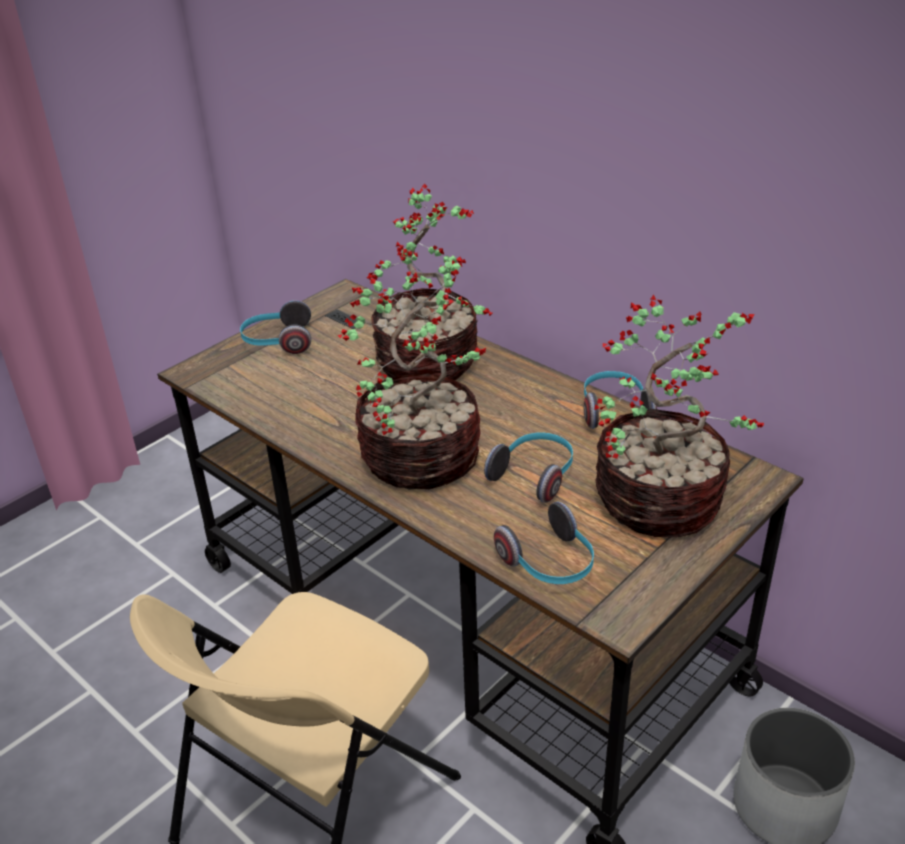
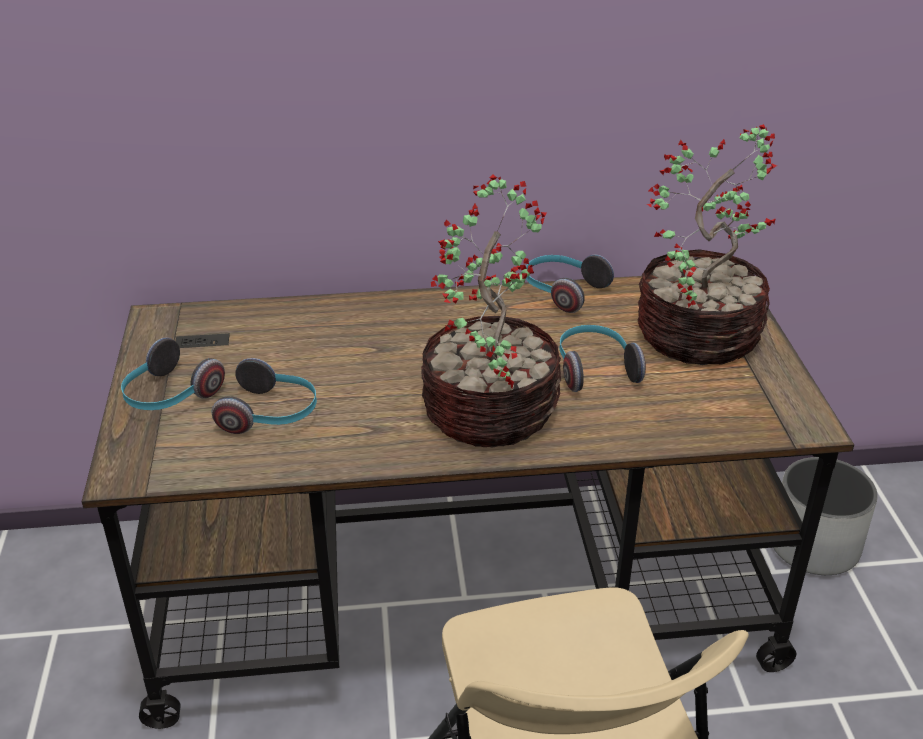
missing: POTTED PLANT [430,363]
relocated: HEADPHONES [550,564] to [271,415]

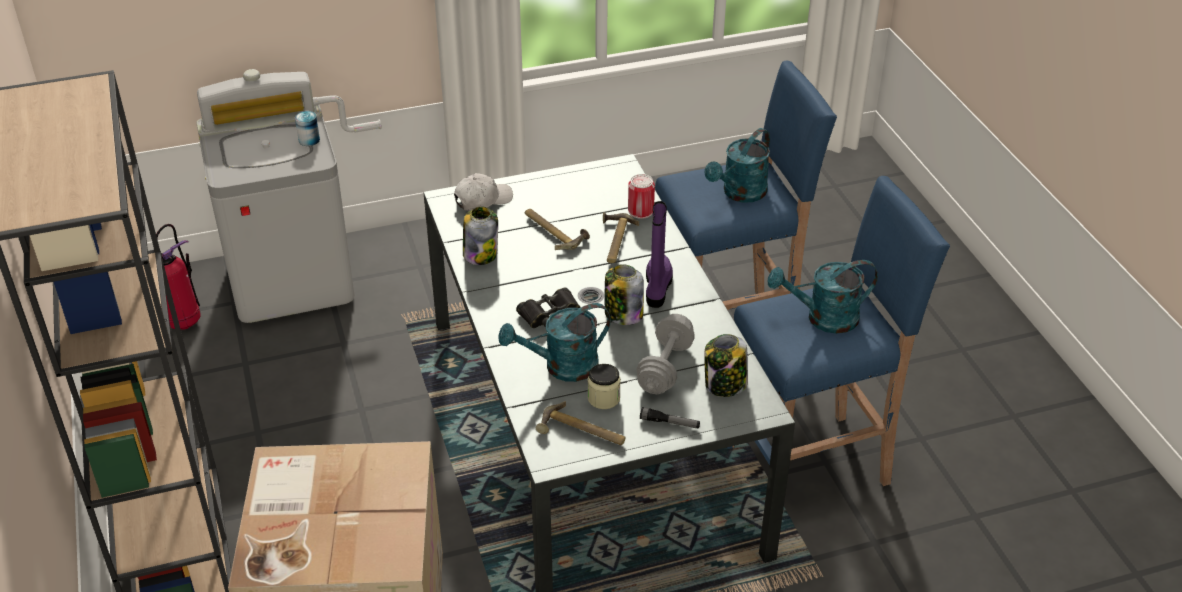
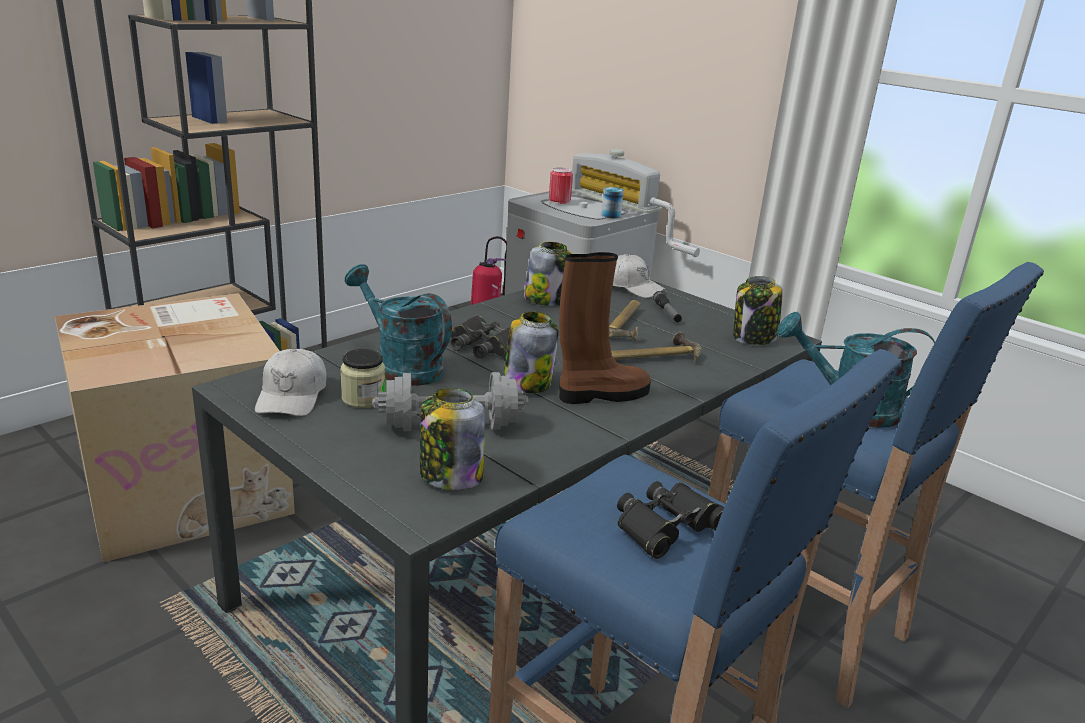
appeared: JAR [753,338]
relocated: CAN [640,211] to [559,201]; FLASHLIGHT [669,423] to [667,312]
exchanged: HAMMER [581,433] to WHITE CAP [292,396]; TURQUOISE WATERING CAN [823,318] to BLACK BINOCULARS [666,526]
colour: PURPLE BOOT [657,287] to BROWN BOOT [601,394]

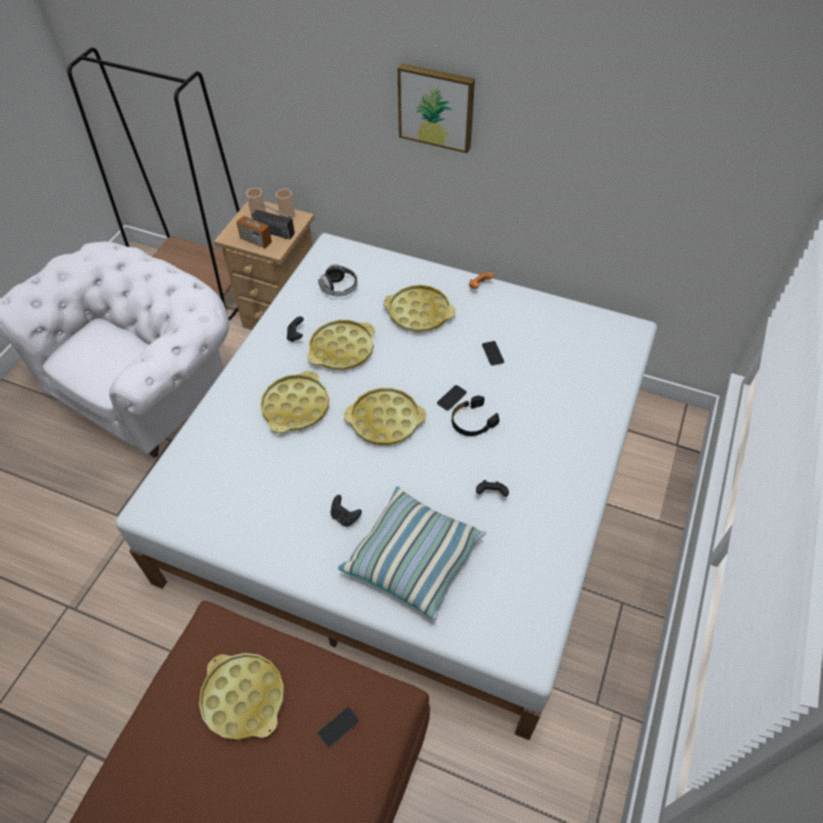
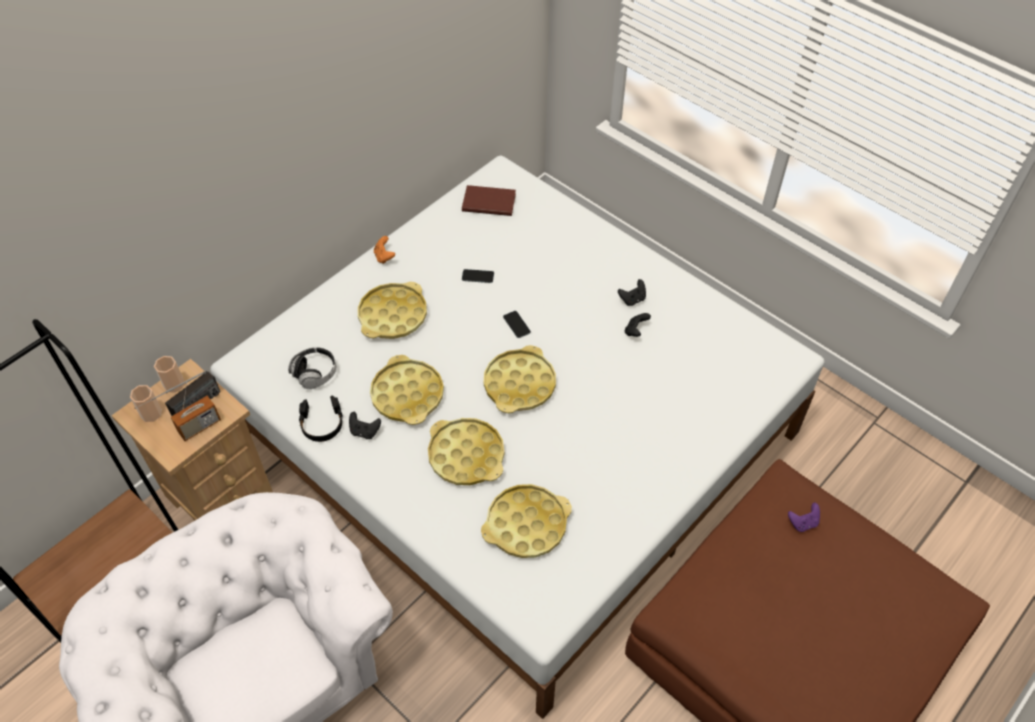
missing: PILLOW [413,559]; PICTURE [436,106]
appeared: BROWN BOOK [488,201]
relocated: BLACK HEADPHONES [472,421] to [322,423]; YELLOW TRAY [243,698] to [526,524]; BLACK GAME CONTROLLER [345,517] to [632,299]
exchanged: PHONE [338,727] to PURPLE GAME CONTROLLER [803,523]

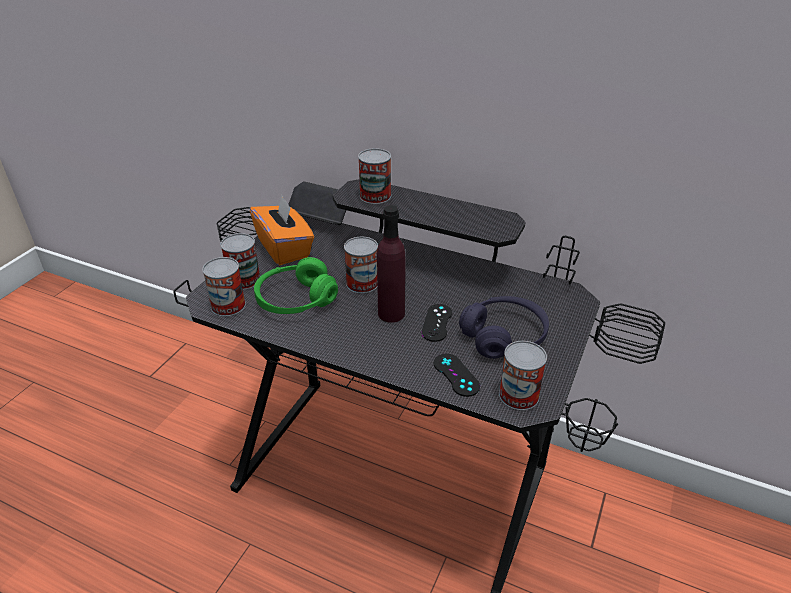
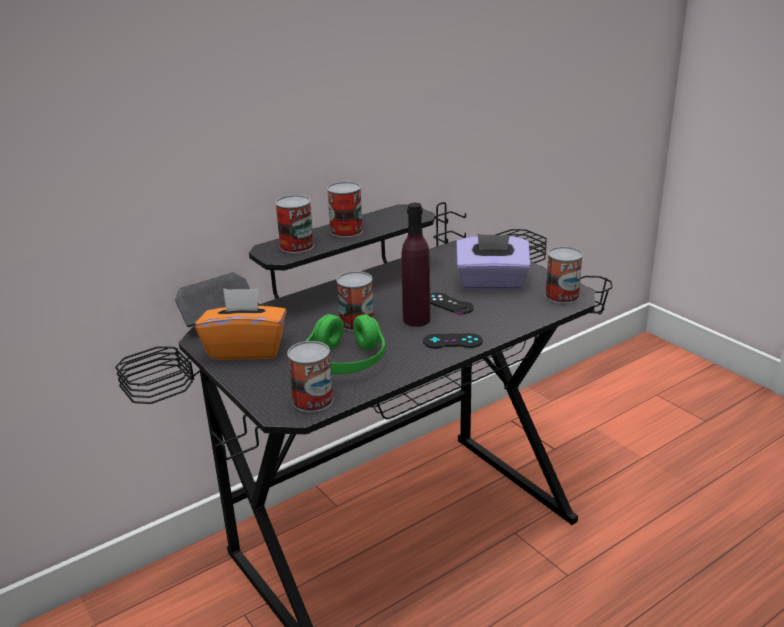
relocated: CAN [244,280] to [346,231]; BLACK GAME CONTROLLER [456,375] to [452,341]
exchanged: PURPLE HEADPHONES [504,336] to PURPLE TISSUE BOX [492,283]

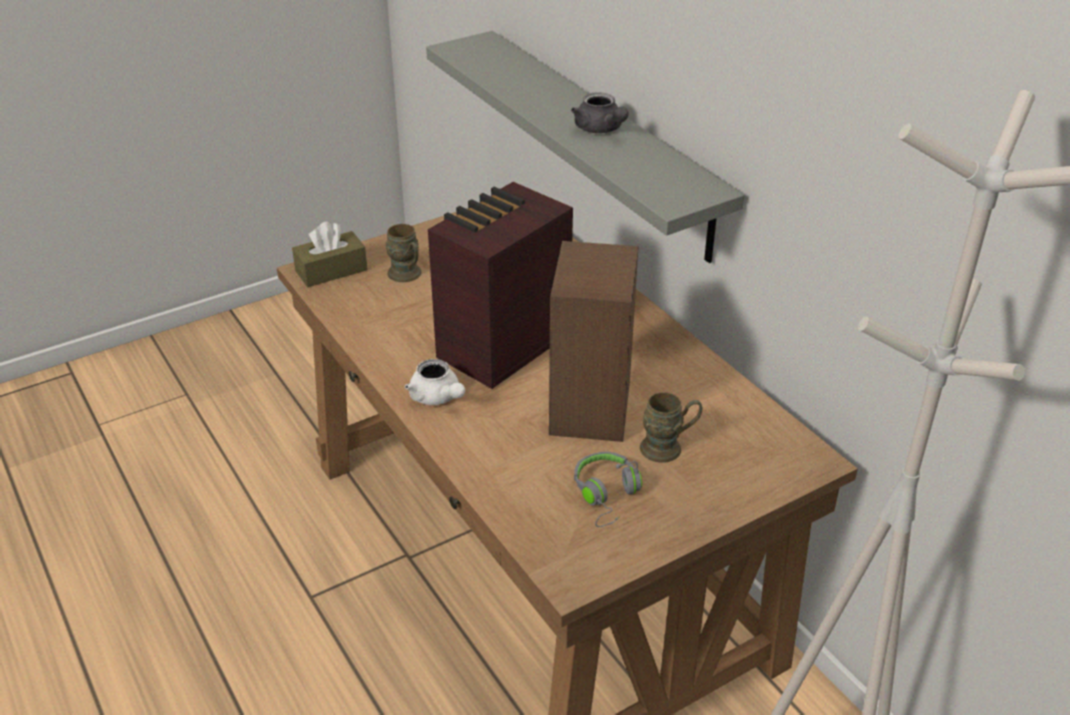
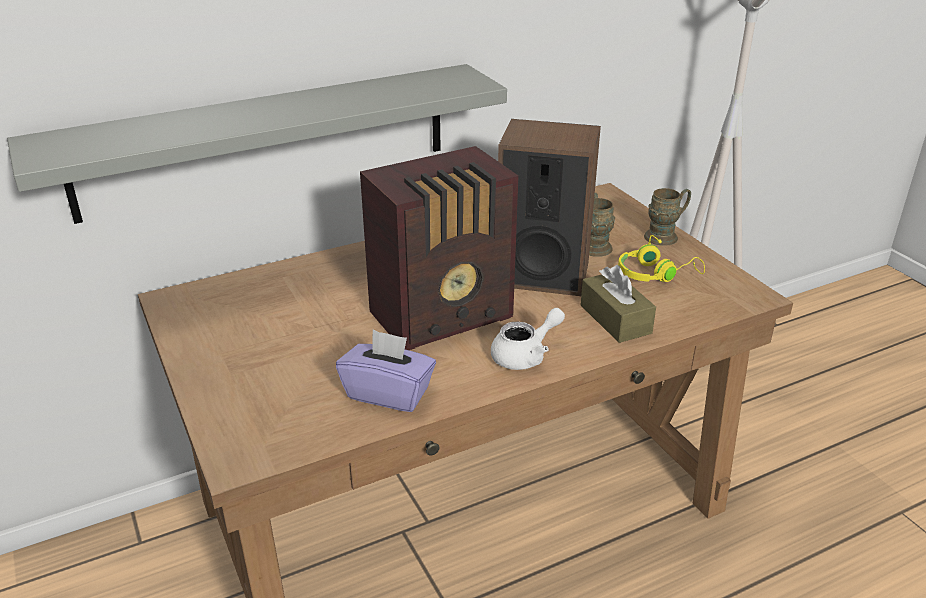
missing: GREY TEAPOT [600,129]
appeared: PURPLE TISSUE BOX [388,393]
relocated: BROWN TISSUE BOX [331,270] to [615,319]; BROWN MUG [407,276] to [666,235]
colour: GREY HEADPHONES [607,495] to YELLOW HEADPHONES [655,274]
spun: RADIO [500,347] = [445,316] 75 degrees counterclockwise

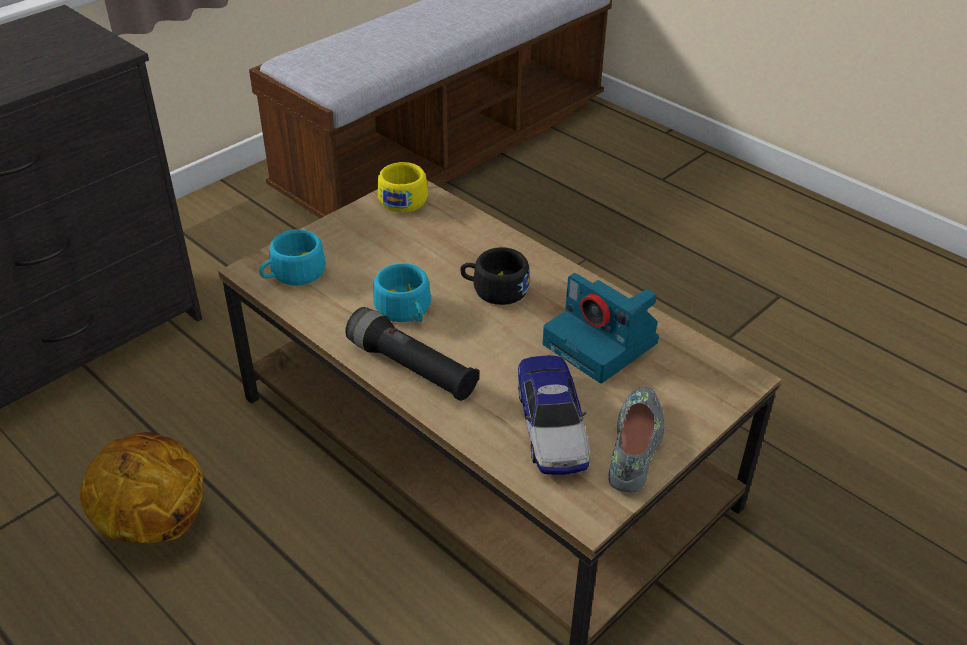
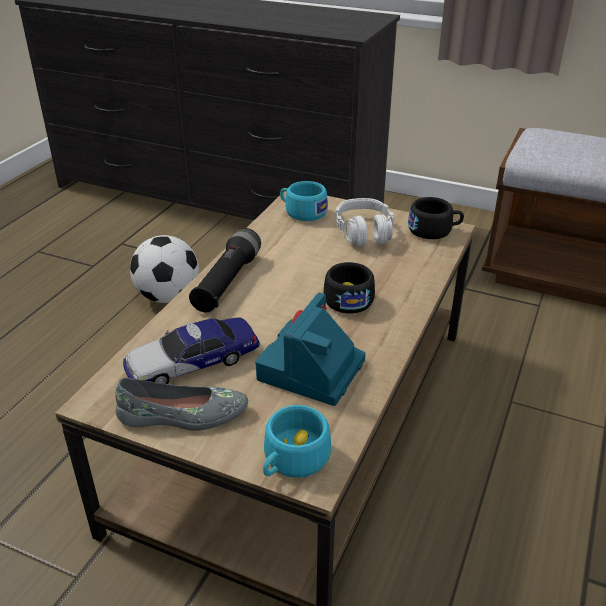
appeared: GREY HEADPHONES [364,232]
relocated: TURQUOISE CUP [406,311] to [292,461]
exchanged: BASKETBALL [153,524] to FOOTBALL [168,296]
colour: YELLOW CUP [405,198] to BLACK CUP [434,230]

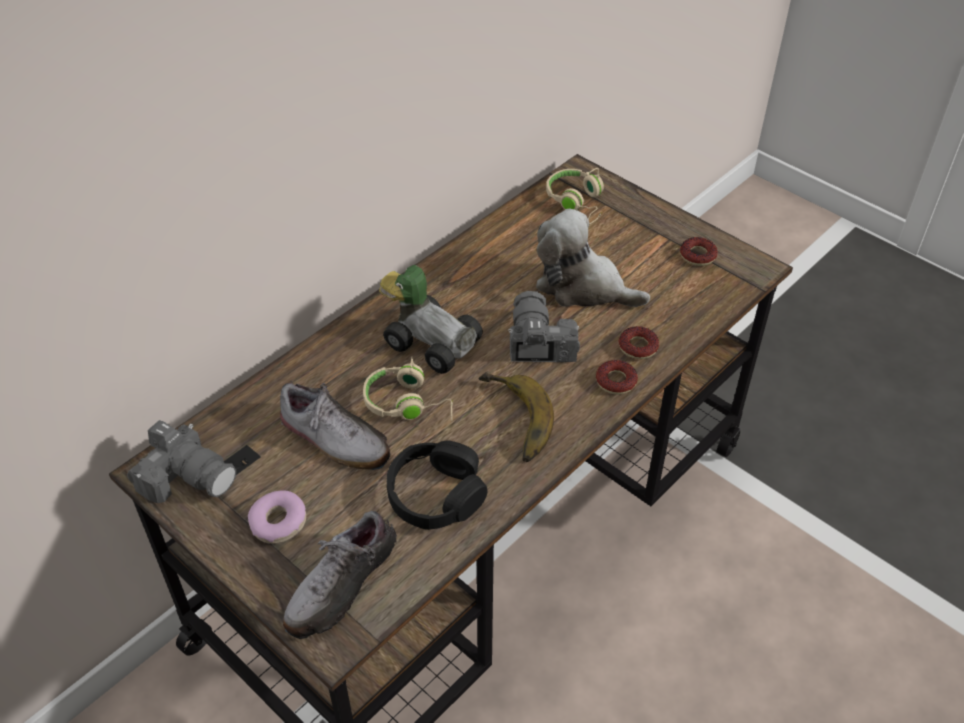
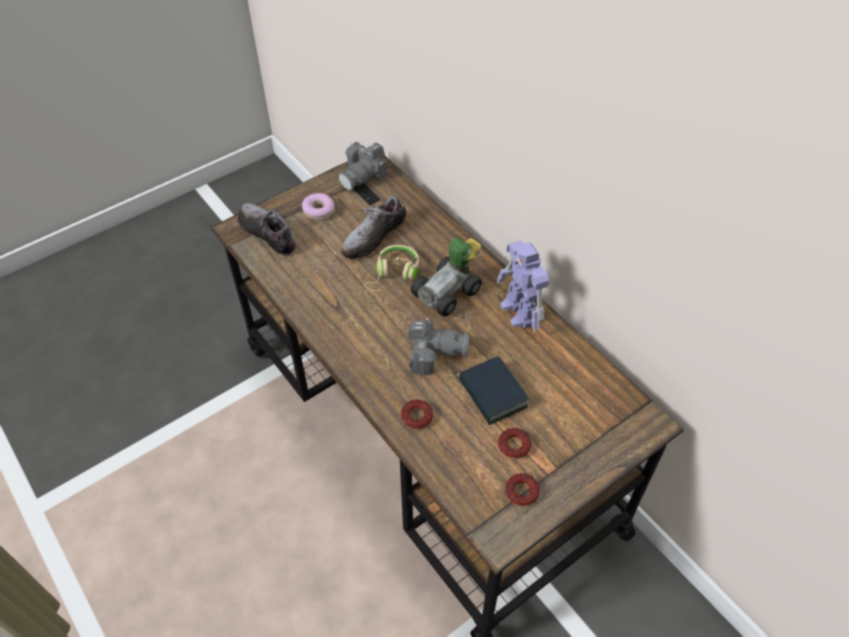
missing: BLACK HEADPHONES [436,495]; BANANA [511,421]; BEIGE HEADPHONES [578,202]
appeared: TOY ROBOT [520,312]
relocated: DONUT [616,381] to [514,446]
exchanged: PLUSH TOY [583,287] to BOOK [492,394]

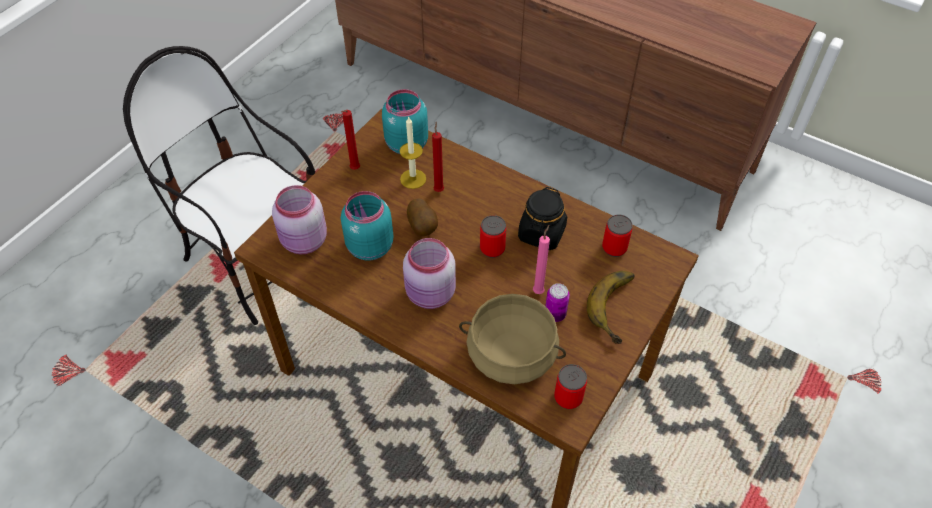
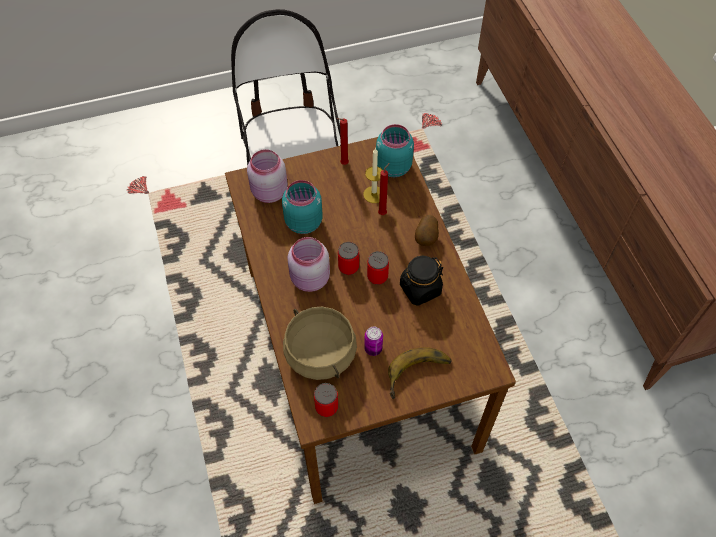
missing: PINK CANDLE [539,290]
relocated: CAN [614,248] to [348,267]; POTATO [423,227] to [426,238]

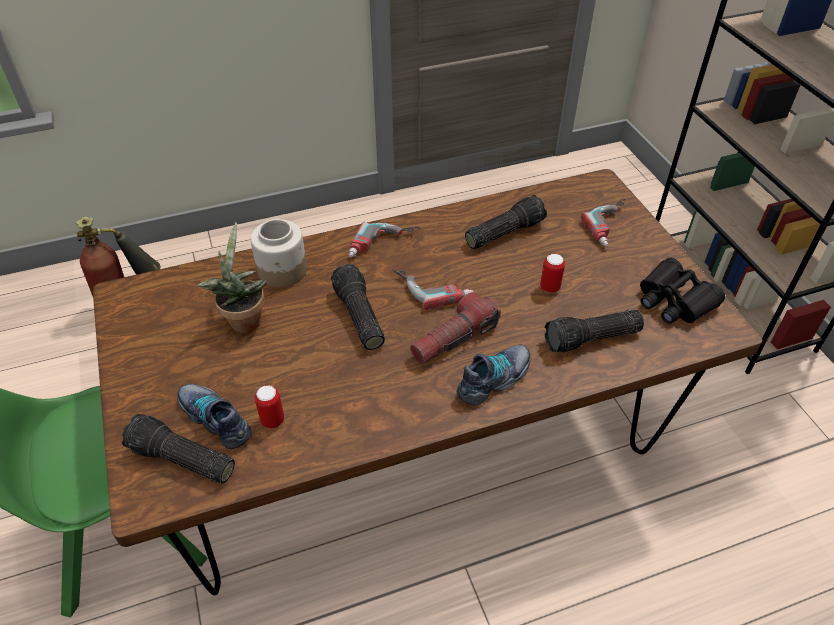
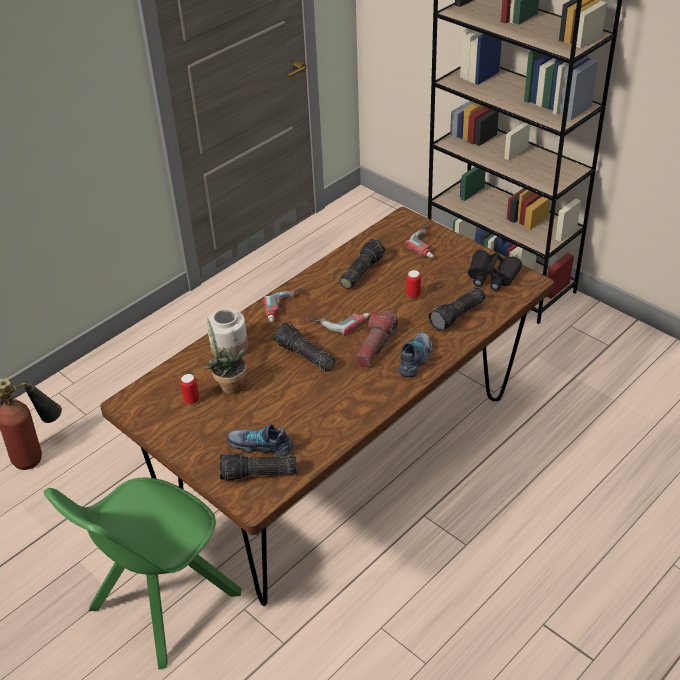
relocated: CAN [272,420] to [191,400]

